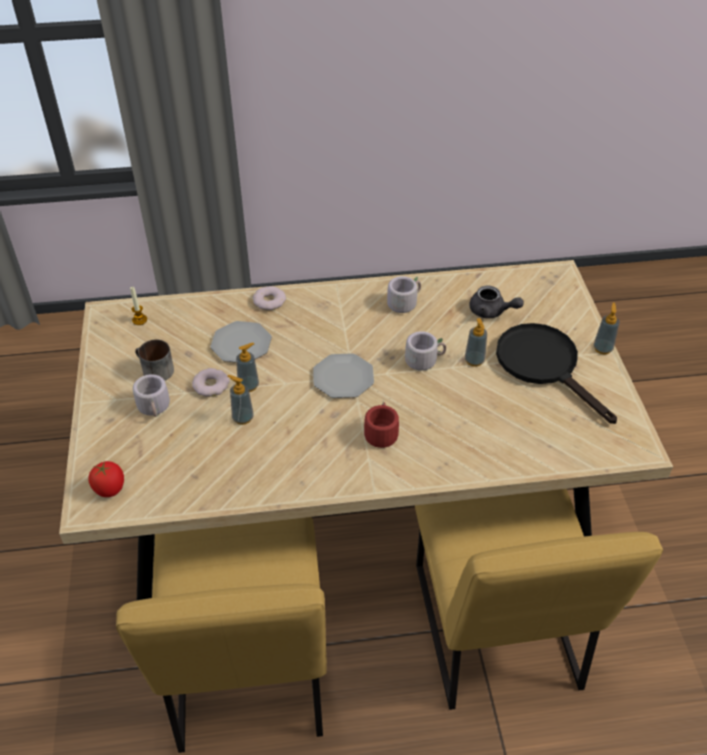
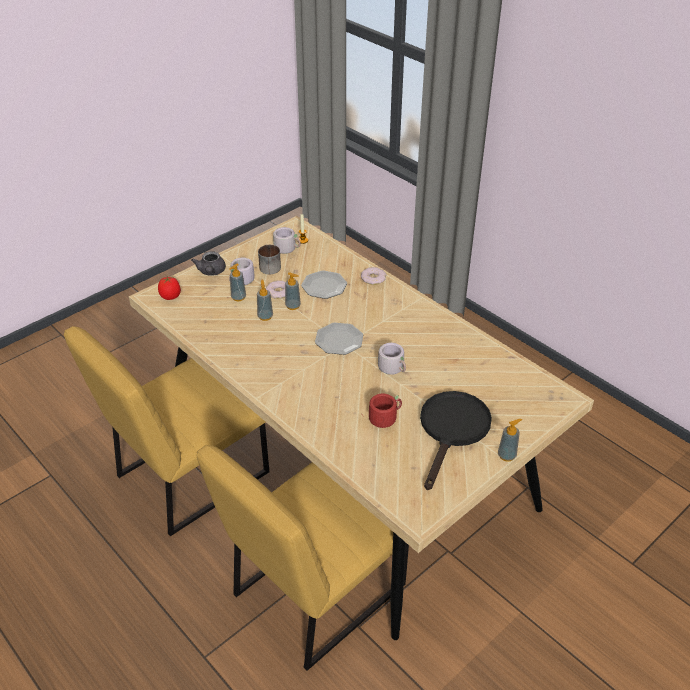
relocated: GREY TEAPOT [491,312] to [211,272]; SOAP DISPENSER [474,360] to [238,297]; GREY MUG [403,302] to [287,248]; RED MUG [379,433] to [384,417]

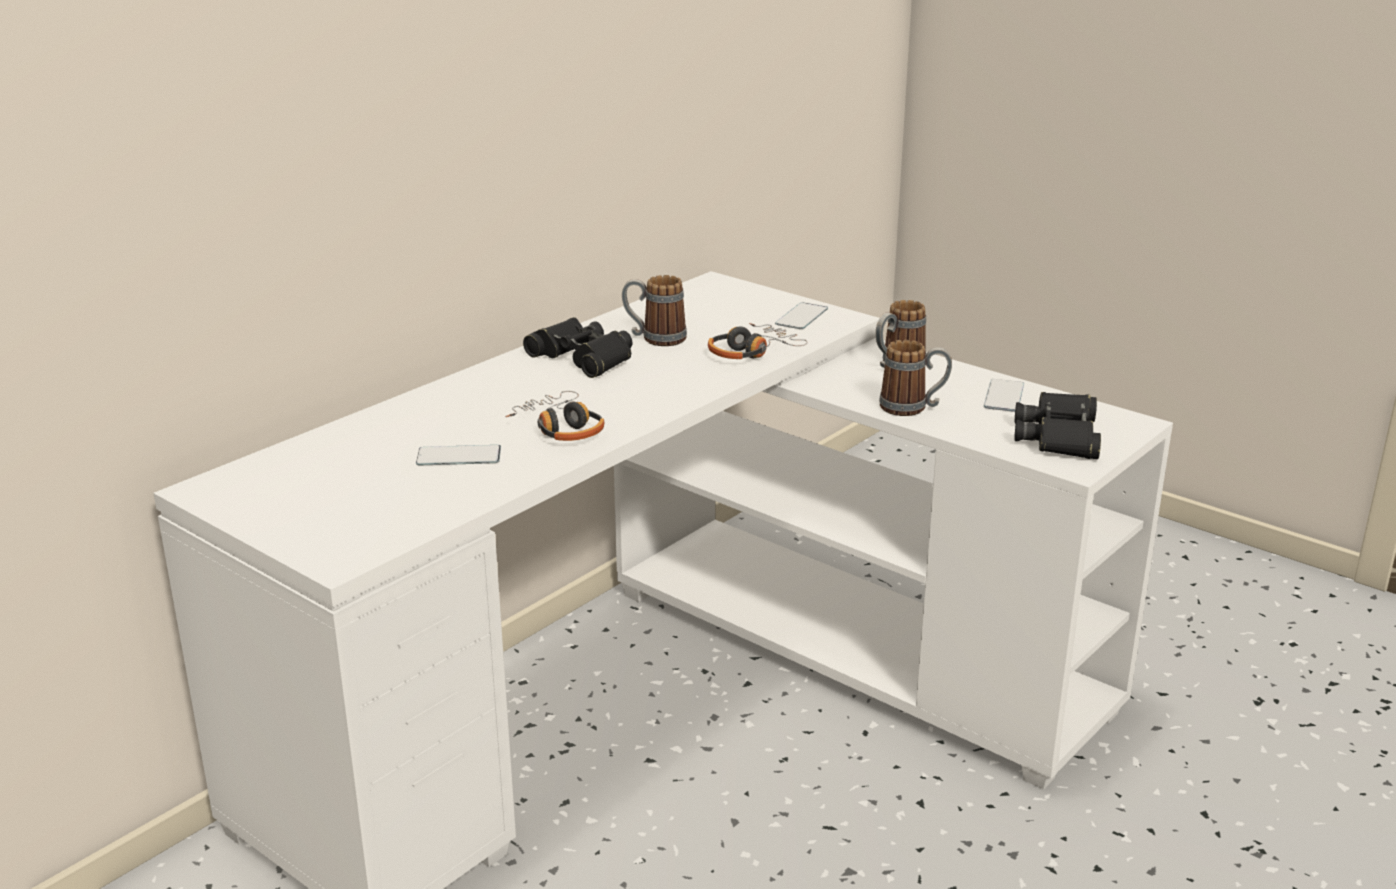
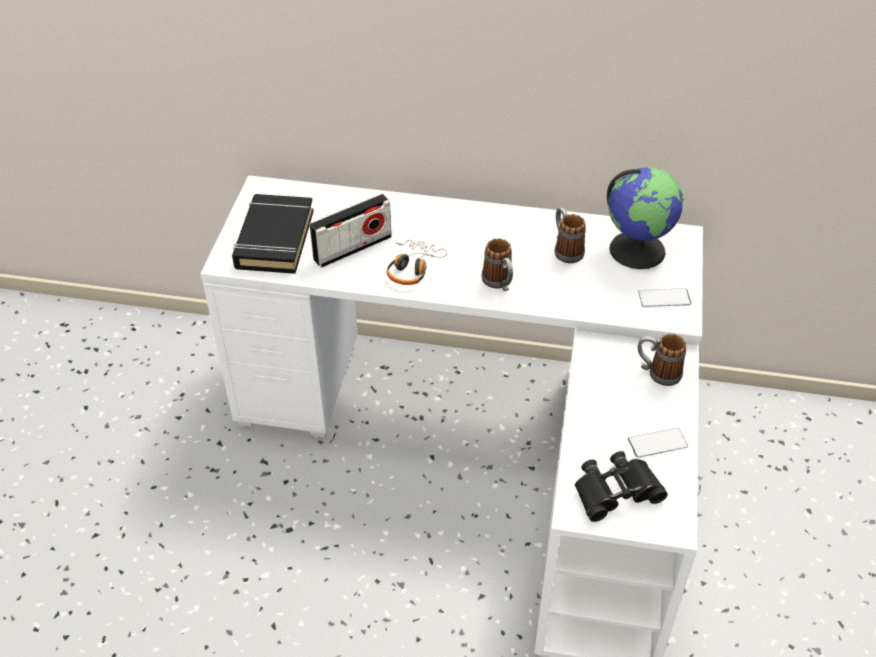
missing: BLACK BINOCULARS [582,358]; HEADPHONES [752,352]
appeared: BLACK BOOK [274,239]; GLOBE [637,249]
relocated: MUG [913,408] to [499,283]
exchanged: PHONE [459,456] to RADIO [352,248]

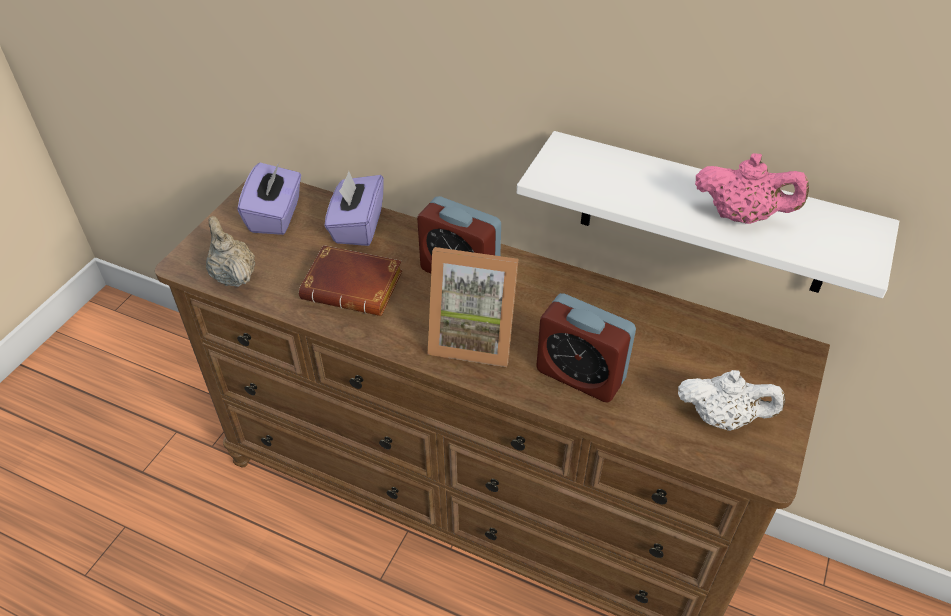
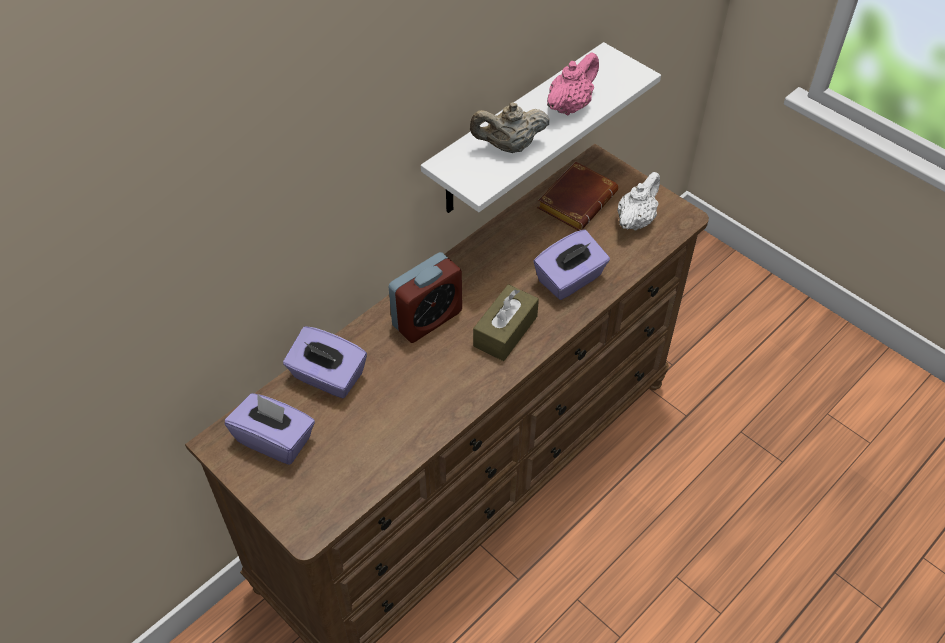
relocated: BEIGE TEAPOT [234,276] to [509,146]; BROWN BOOK [356,286] to [576,200]
exchanged: PICTURE FRAME [473,337] to BROWN TISSUE BOX [505,331]; ALARM CLOCK [580,375] to PURPLE TISSUE BOX [570,280]

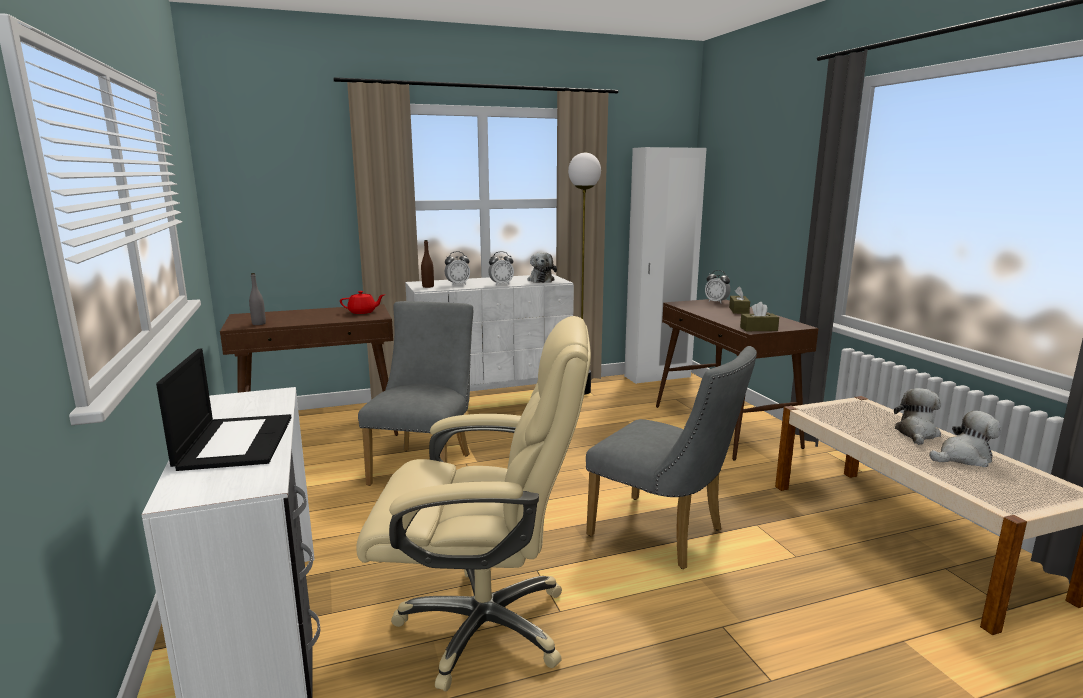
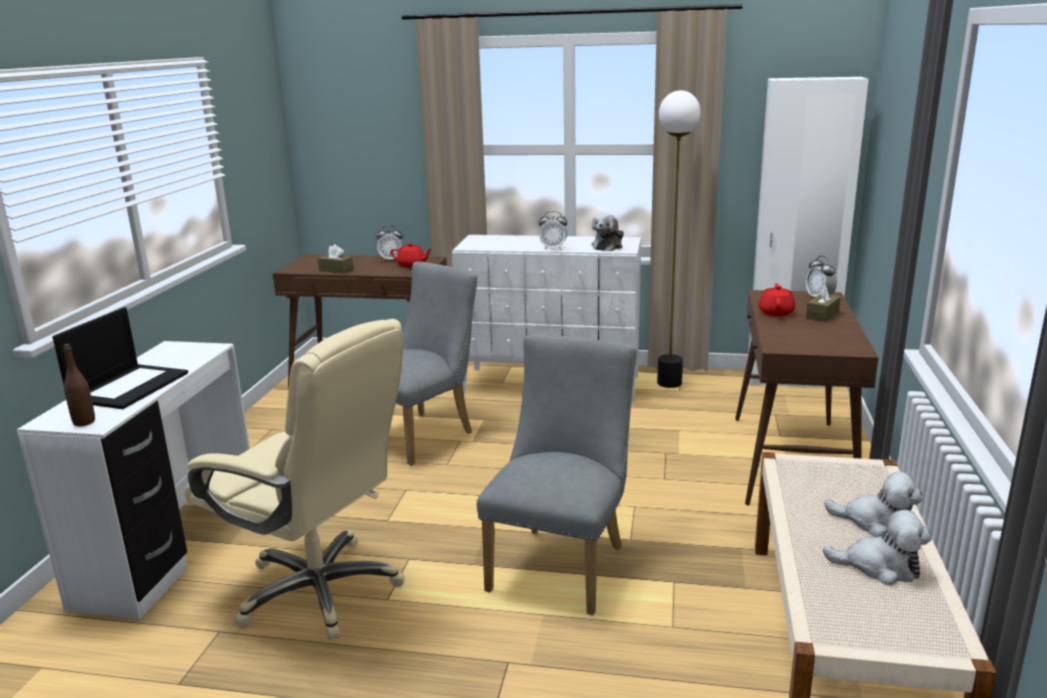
missing: GREY BOTTLE [259,324]
appeared: RED TEAPOT [776,312]
relocated: BROWN BOTTLE [428,286] to [84,422]; BROWN TISSUE BOX [758,329] to [336,270]; ALARM CLOCK [457,284] to [391,260]
spun: GREY CHAIR [665,535] = [562,563] 135 degrees counterclockwise; PLUSH TOY [916,433] = [876,523] 60 degrees clockwise

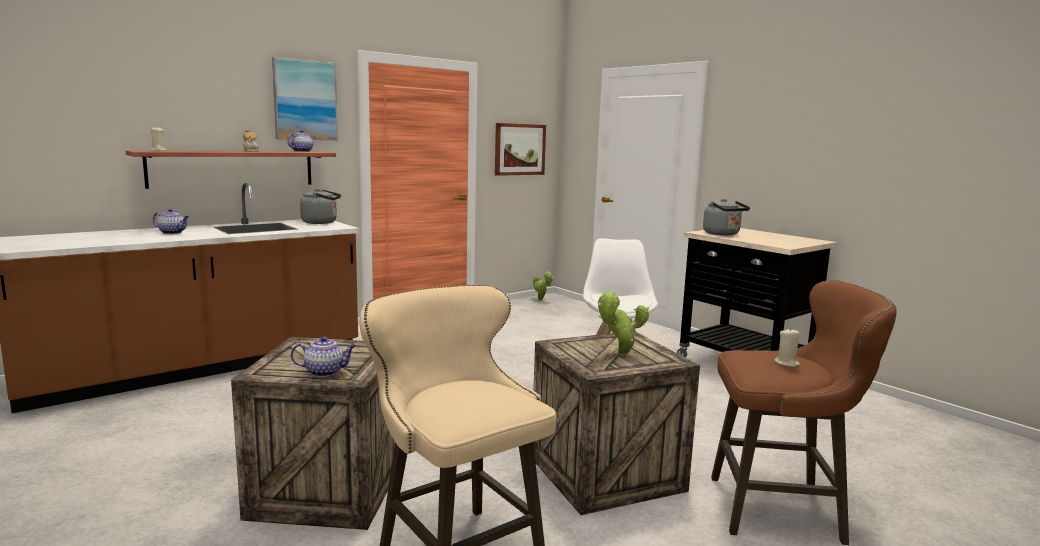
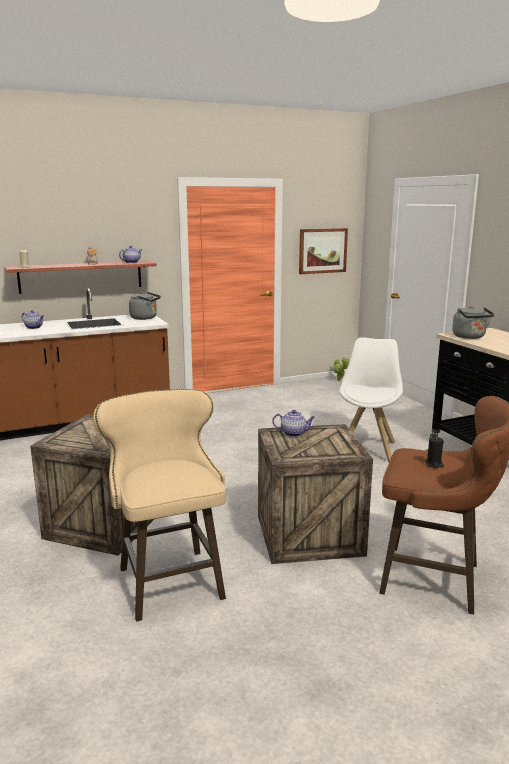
missing: PICTURE [305,100]; POTTED PLANT [619,355]
relocated: TEAPOT [325,372] to [294,433]
colour: BEIGE CANDLE [786,363] to BLACK CANDLE [434,464]

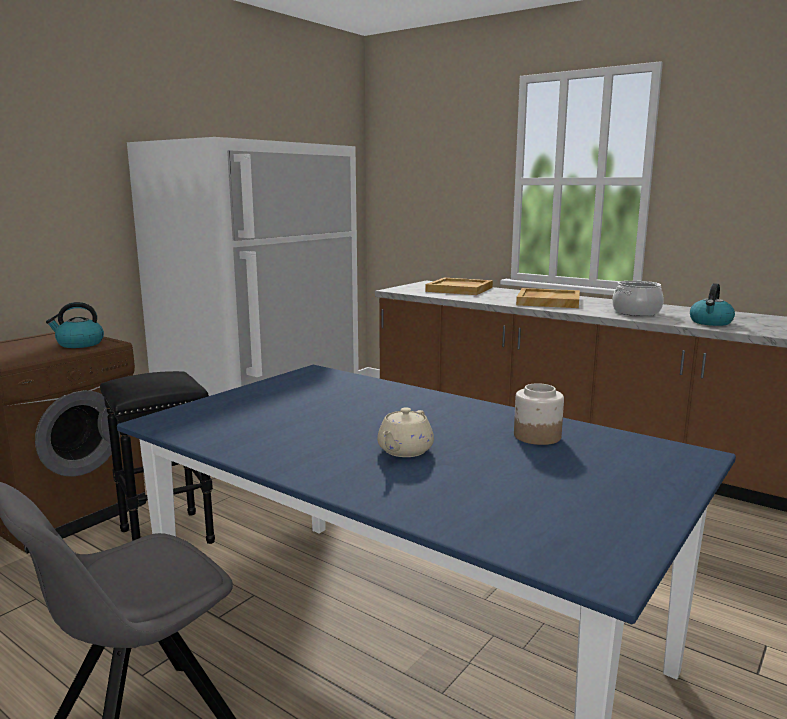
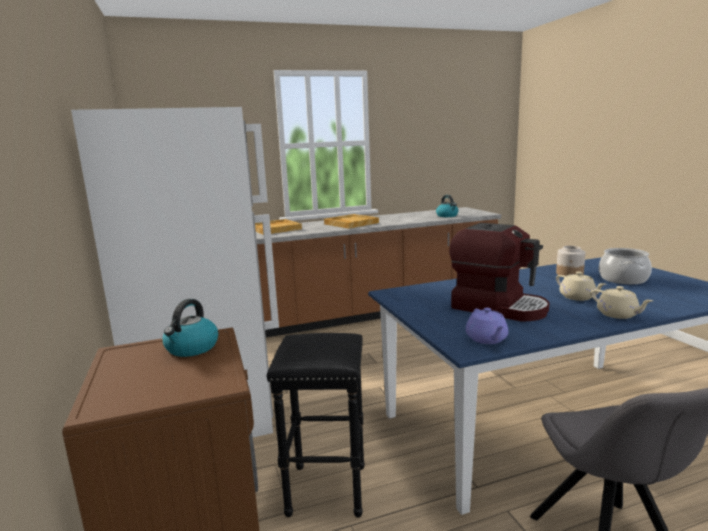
appeared: COFFEE MACHINE [498,307]; PURPLE TEAPOT [487,339]; BEIGE TEAPOT [618,315]
relocated: COOKING POT [636,312] to [623,279]

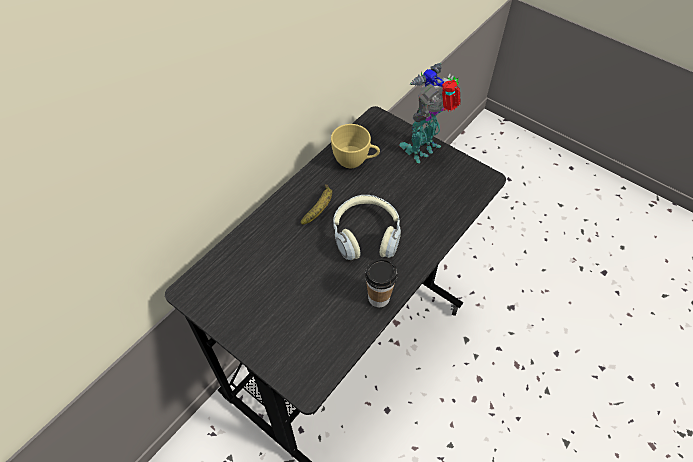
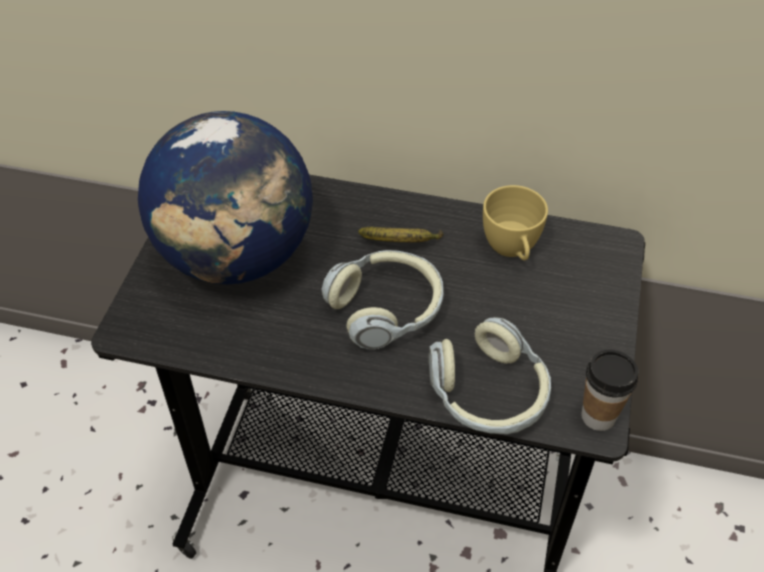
missing: TOY ROBOT [424,148]
appeared: GLOBE [237,256]; HEADPHONES [488,394]
relocated: CUP [378,298] to [598,416]

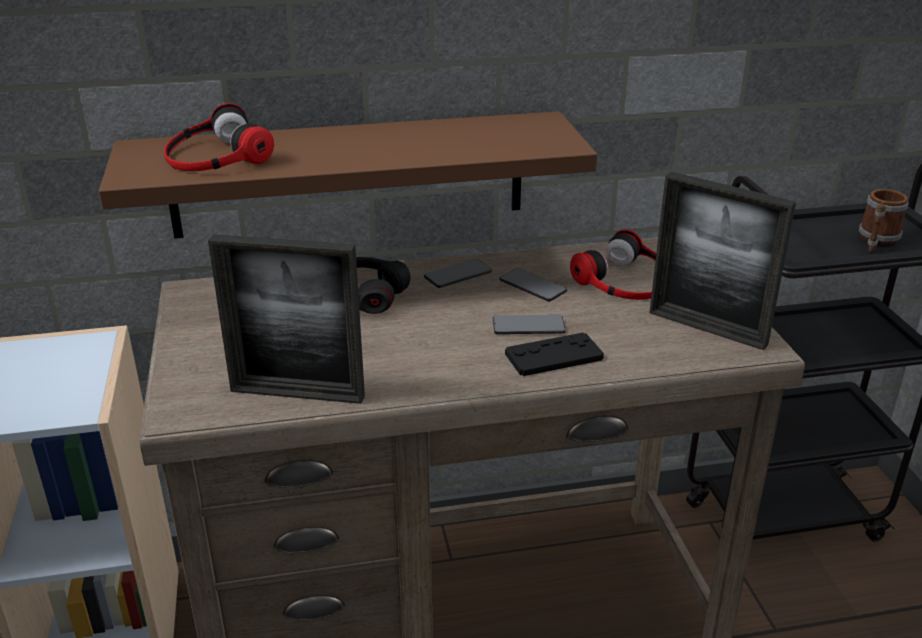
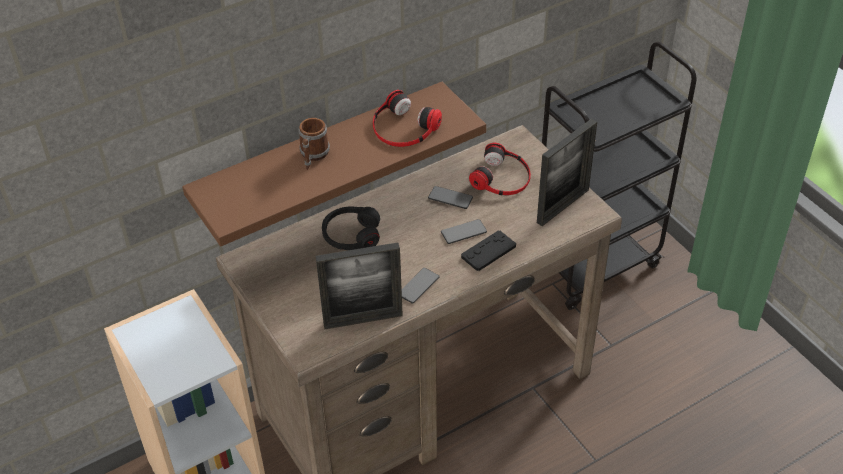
relocated: MUG [876,242] to [313,156]; HEADPHONES [215,155] to [403,128]; PHONE [458,275] to [418,286]
spun: PICTURE FRAME [707,328] = [563,206] 60 degrees counterclockwise

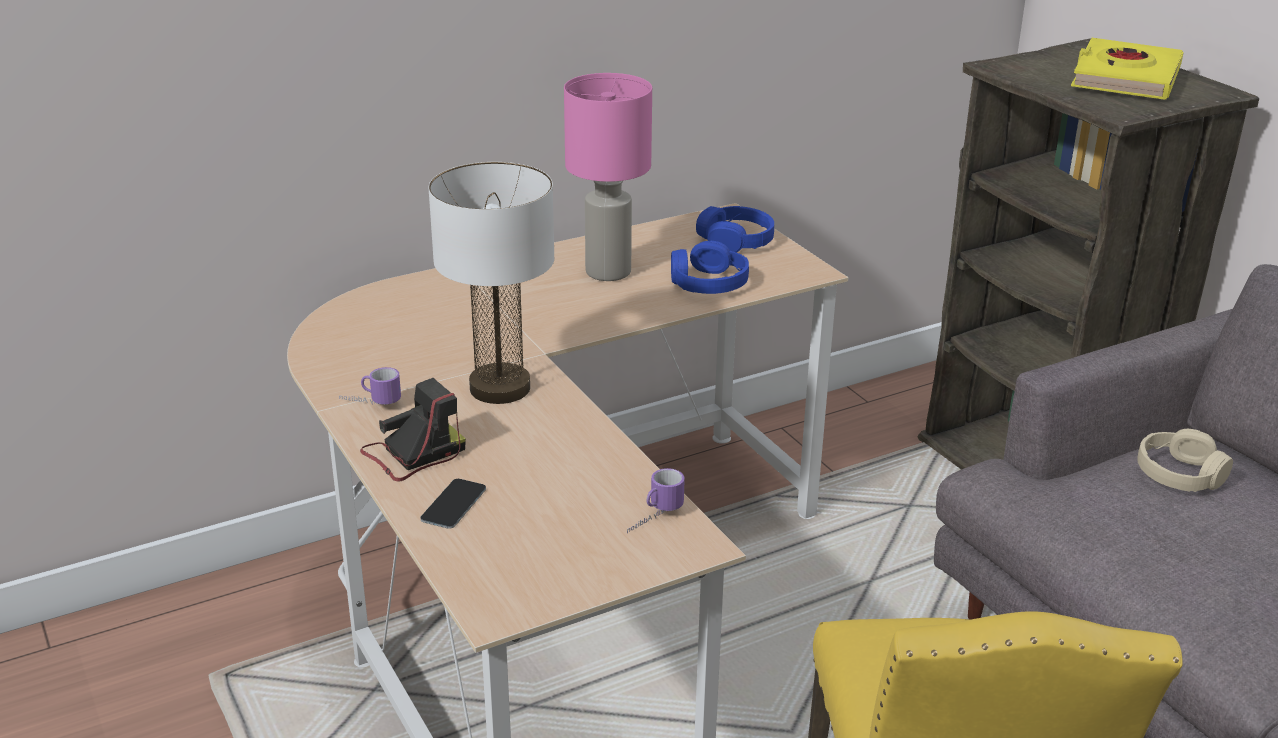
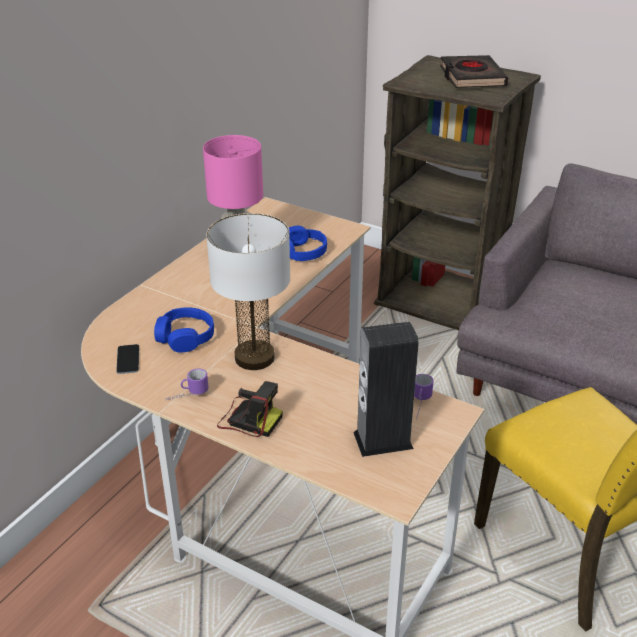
missing: BEIGE HEADPHONES [1180,474]
appeared: SPEAKER [383,440]
relocated: PHONE [453,504] to [128,359]; BLUE HEADPHONES [735,241] to [185,337]
colour: YELLOW BOOK [1124,78] to BLACK BOOK [471,77]
spun: PHOTO CAMERA [413,454] = [249,419] 90 degrees clockwise

